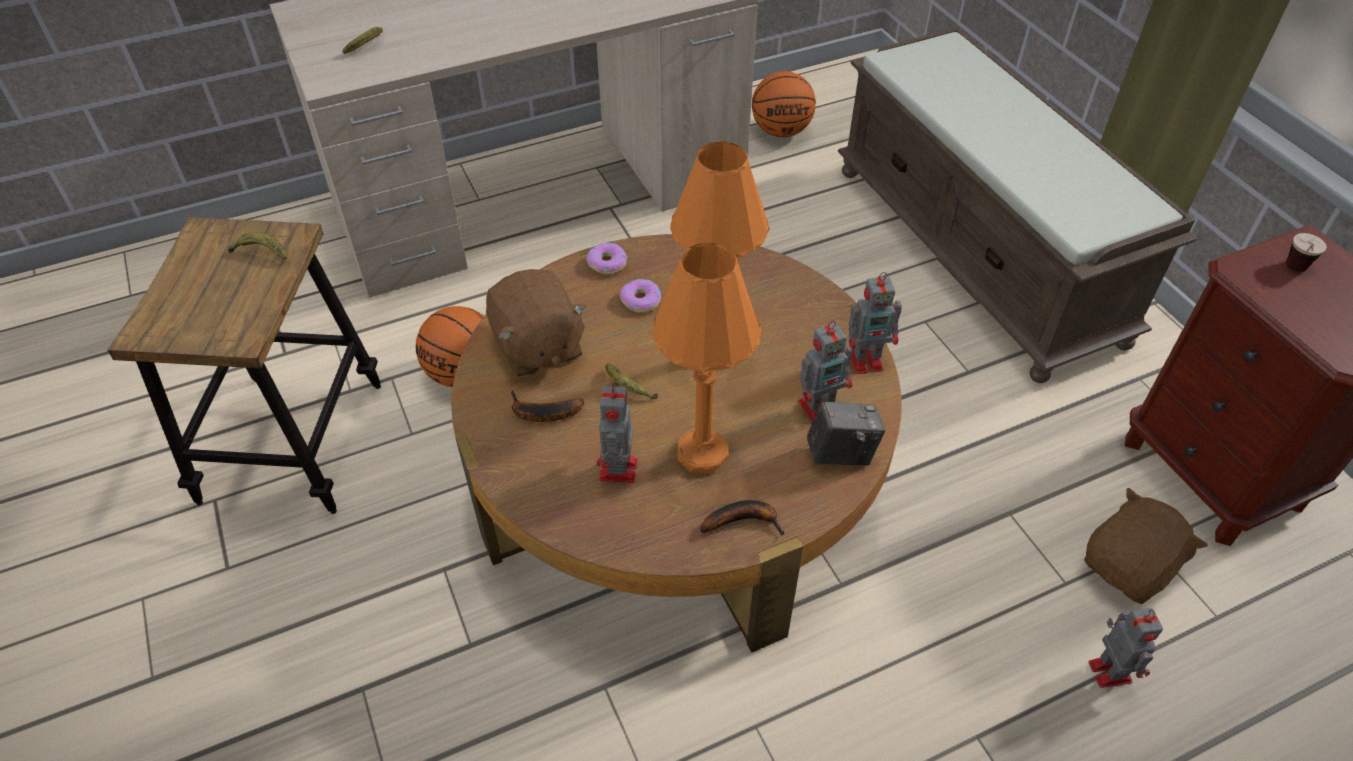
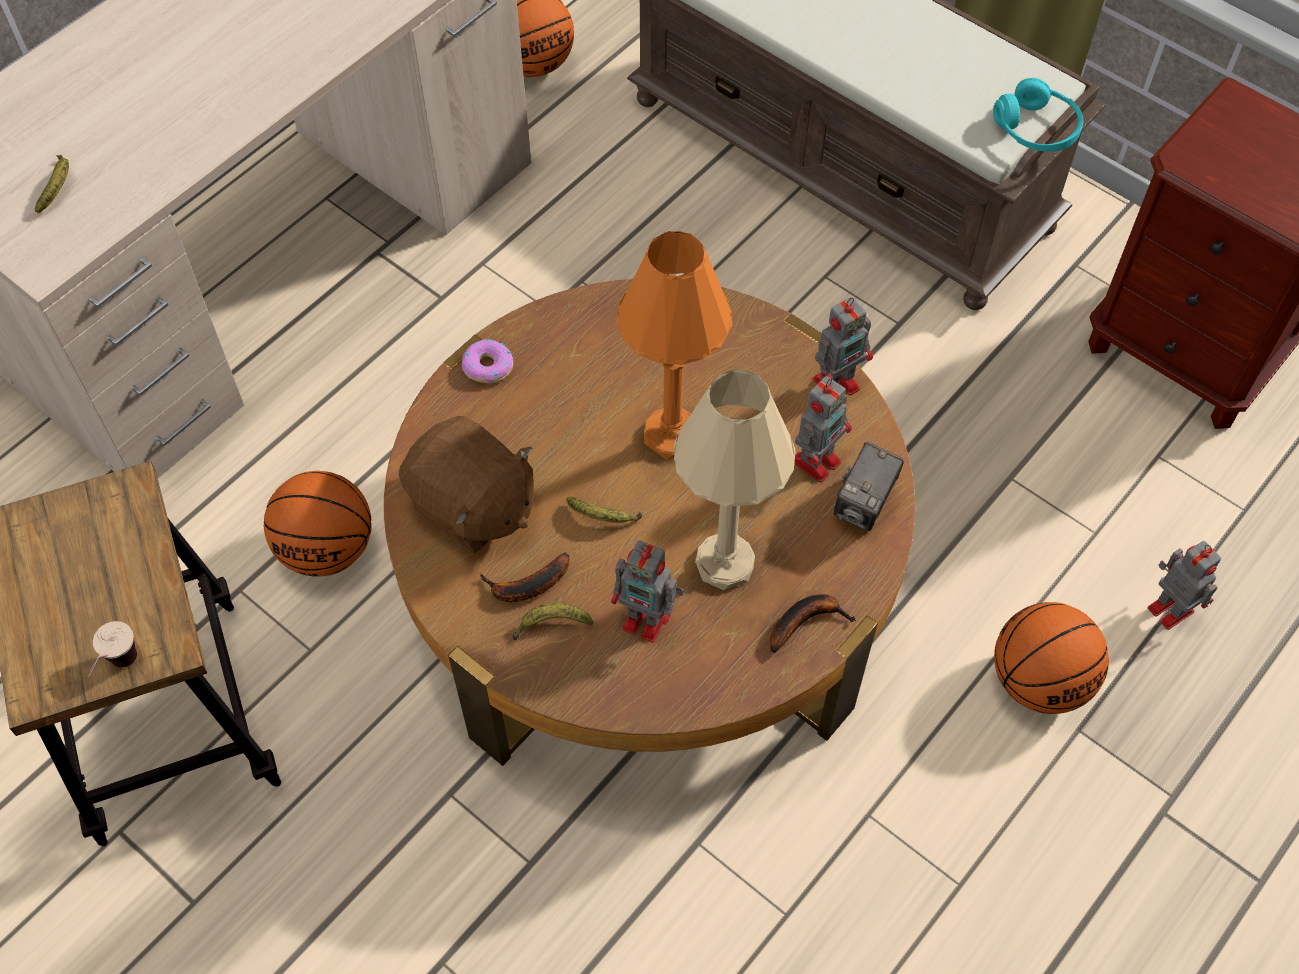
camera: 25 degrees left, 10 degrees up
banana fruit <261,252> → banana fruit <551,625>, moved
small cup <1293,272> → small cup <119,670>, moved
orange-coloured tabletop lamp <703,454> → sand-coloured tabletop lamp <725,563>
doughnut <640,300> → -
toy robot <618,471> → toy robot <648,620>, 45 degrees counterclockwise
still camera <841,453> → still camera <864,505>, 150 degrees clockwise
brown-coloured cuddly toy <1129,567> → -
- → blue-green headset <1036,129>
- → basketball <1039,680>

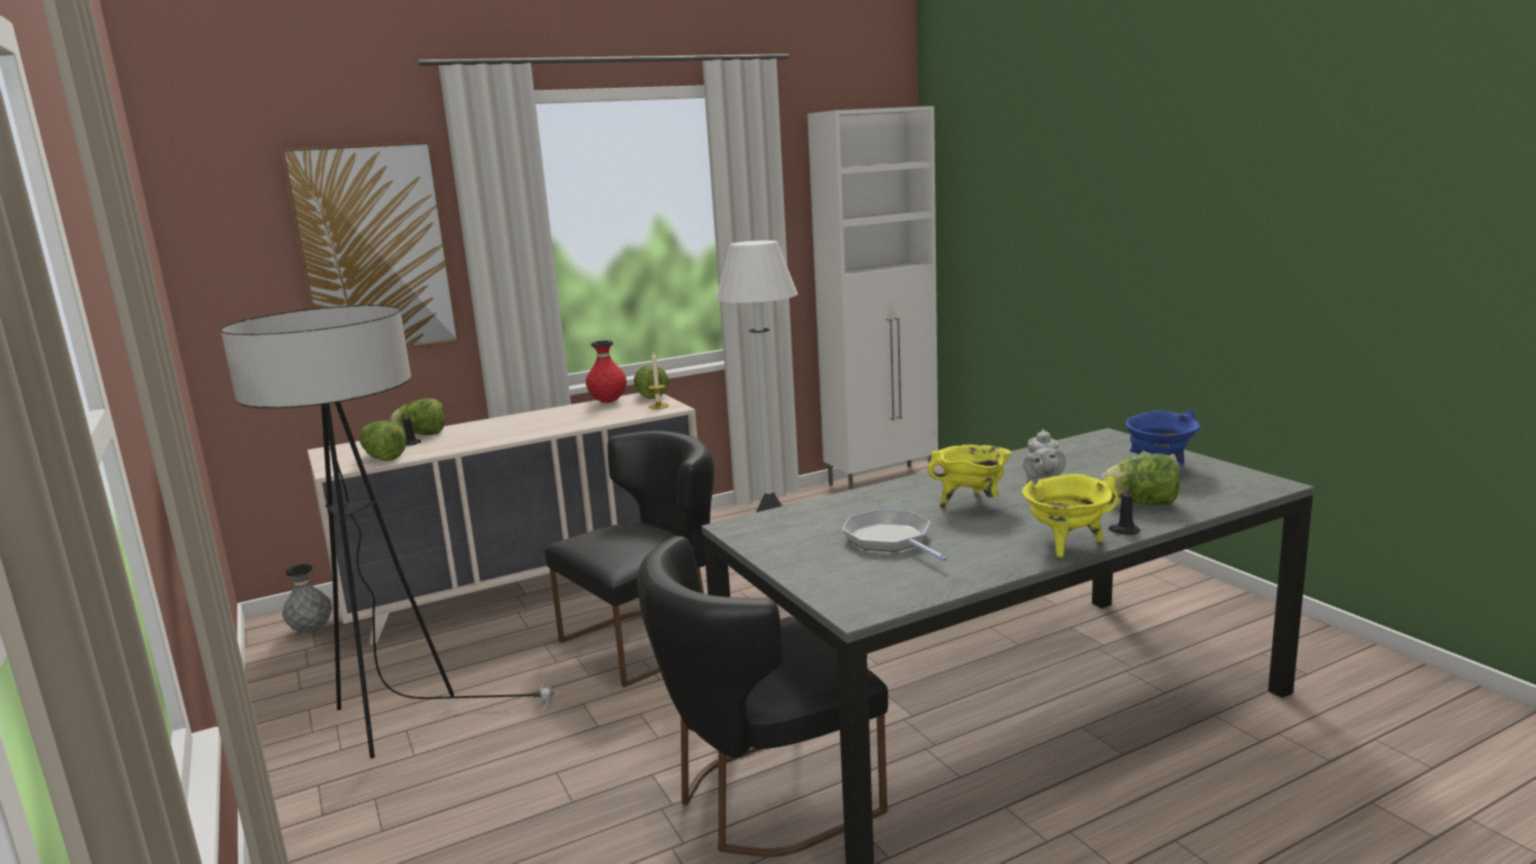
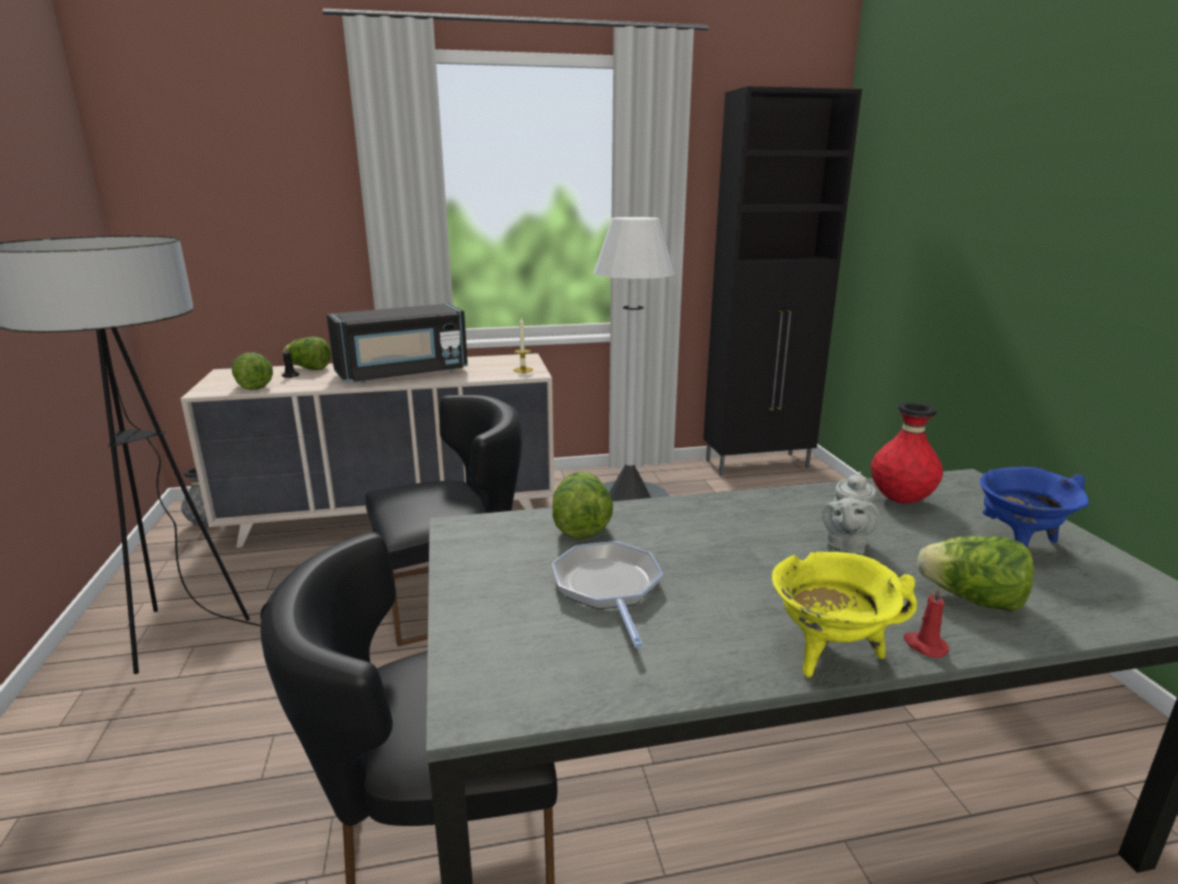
camera: 15 degrees right, 5 degrees up
whitish cupboard <883,480> → blackish cupboard <758,464>
wall picture <374,250> → -
reddish flower vase <608,402> → reddish flower vase <900,500>, moved
head of lettuce <650,396> → head of lettuce <580,526>, moved
yellow-coloured cooking pot <971,503> → -
blackish wax light <1123,531> → reddish wax light <924,646>
- → blackish kitchen microwave <403,374>

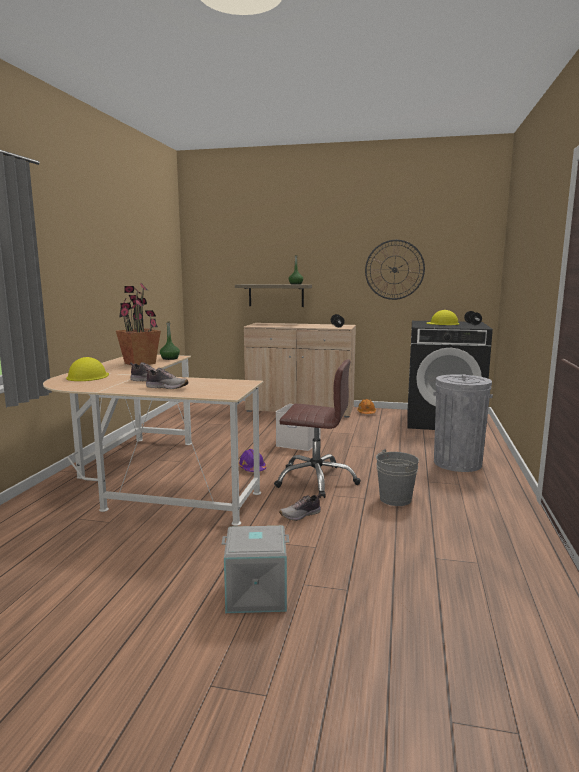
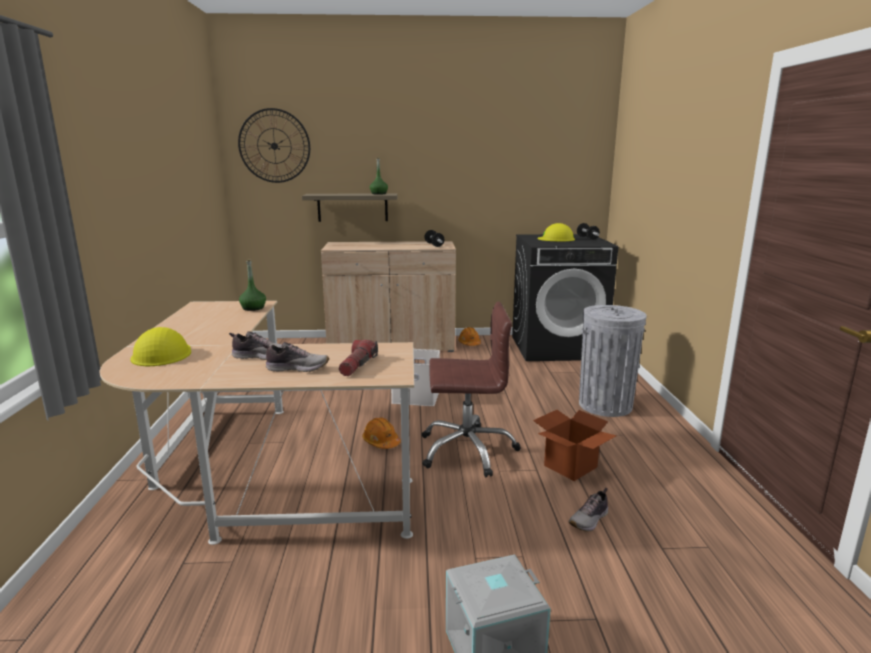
camera: 15 degrees left, 5 degrees up
hanging clock <394,270> → hanging clock <274,146>, moved
plant in a pot <139,363> → -
purple-coloured work helmet <252,468> → orange-coloured work helmet <381,442>
gray bucket <395,499> → carton <570,466>
shoe <301,515> → shoe <589,520>, moved
- → flashlight <358,365>

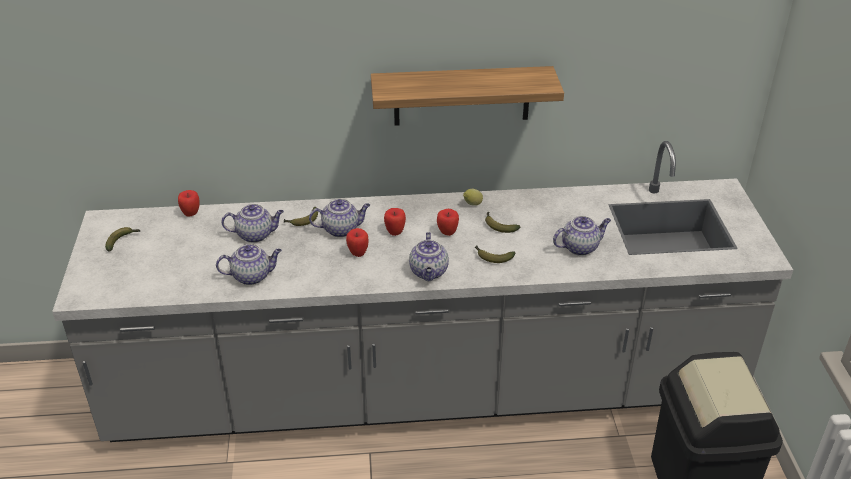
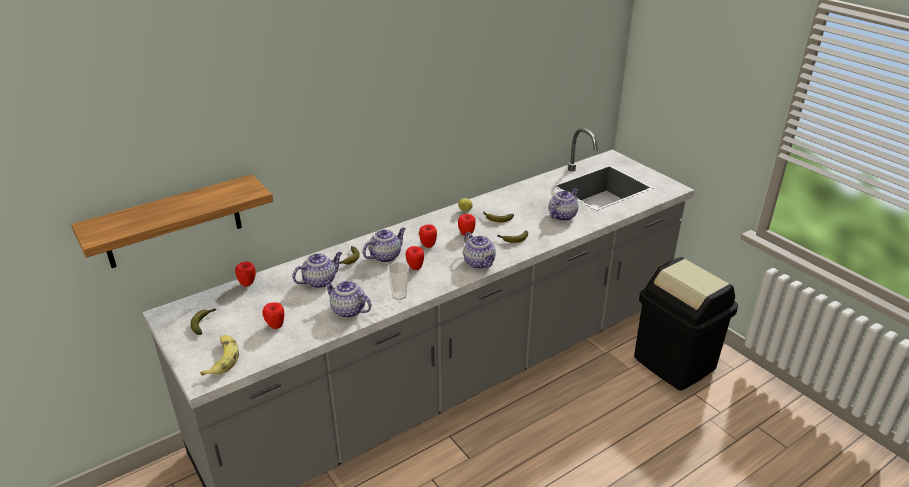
camera: 30 degrees left, 5 degrees down
bracket shelf <461,96> → bracket shelf <173,222>, moved
tea pot <252,276> → tea pot <347,310>, 105 degrees counterclockwise
- → small cup <399,295>
- → whole apple <275,326>
- → banana fruit <222,359>

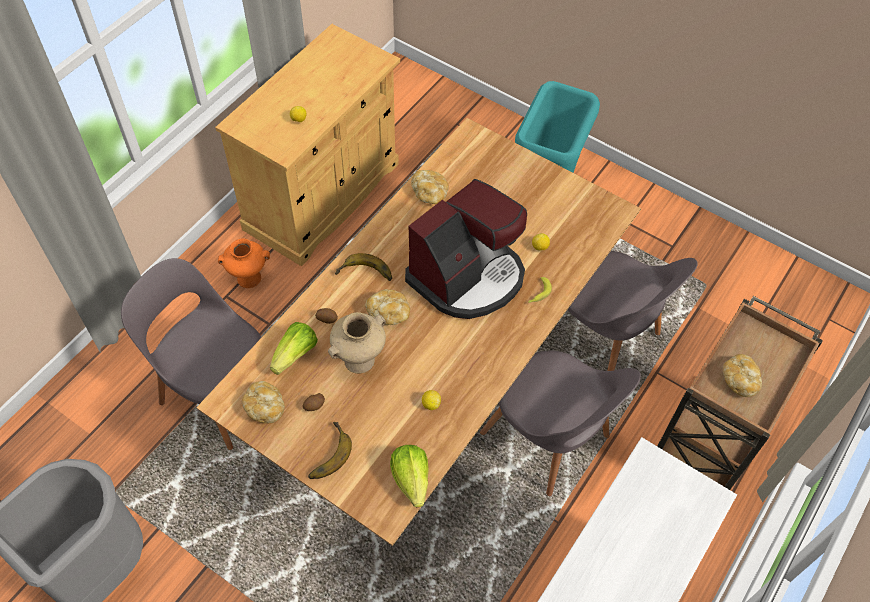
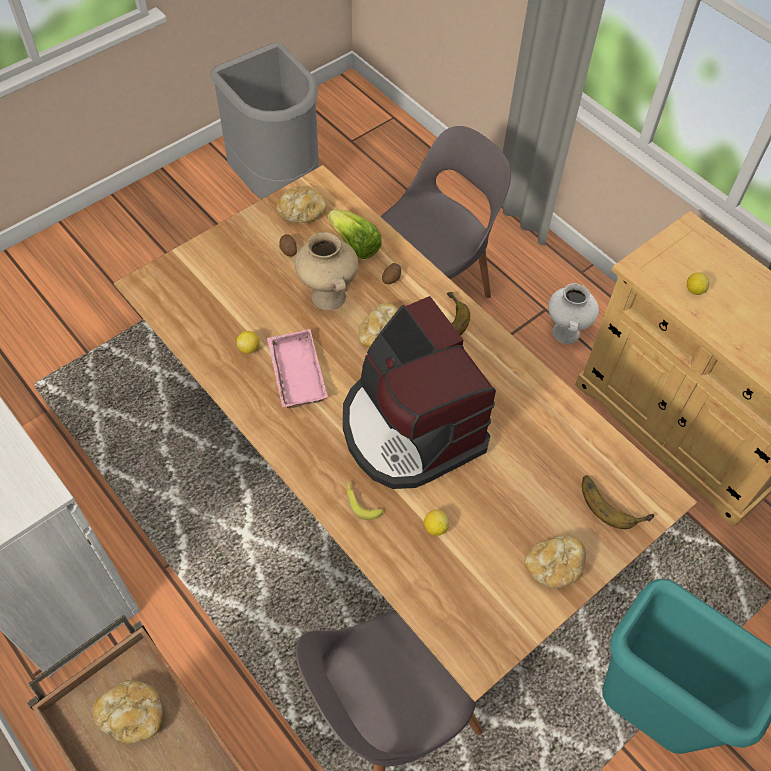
camera: 105 degrees right, 0 degrees up
bakery bread <430,193> → bakery bread <553,567>, moved
orange-coloured flower vase <248,279> → whitish flower vase <565,332>
gray plain chair <548,439> → -
banana fruit <326,453> → banana fruit <613,501>, moved
head of lettuce <411,479> → -
- → pink tray <294,373>

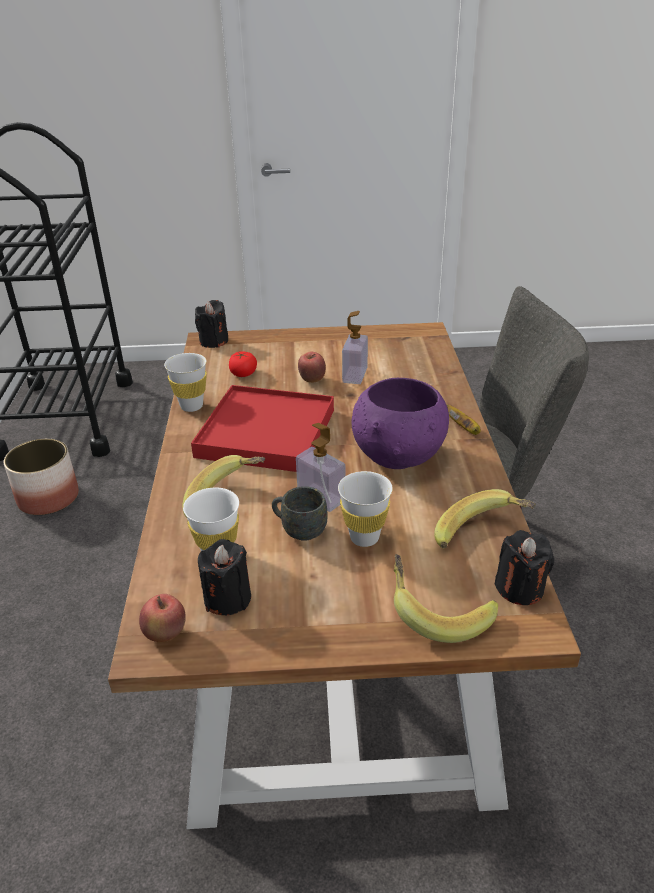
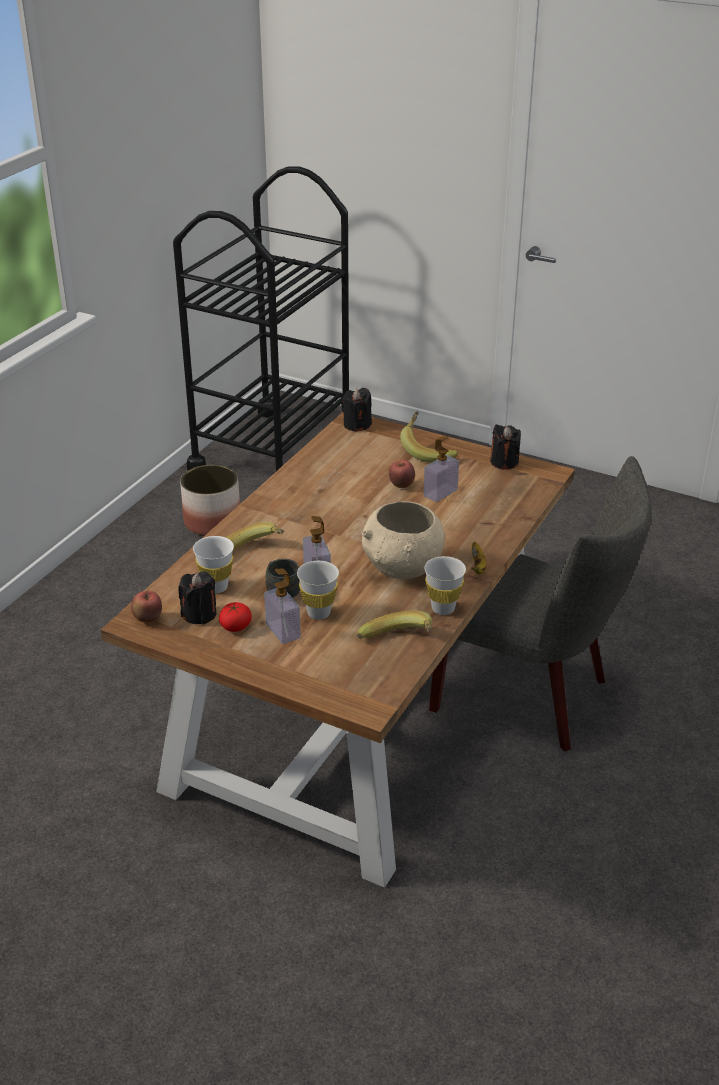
camera: 30 degrees right, 0 degrees up
whole tomato <243,373> → whole tomato <235,626>, moved
whitish small cup <191,406> → whitish small cup <443,608>, moved
purple-coloured deep dish <399,457> → sand-coloured deep dish <402,569>
reddish tray <267,433> → -
blackish wax light <520,588> → blackish wax light <504,462>, moved
banana fruit <438,612> → banana fruit <428,450>, moved
- → soap bottle <283,631>

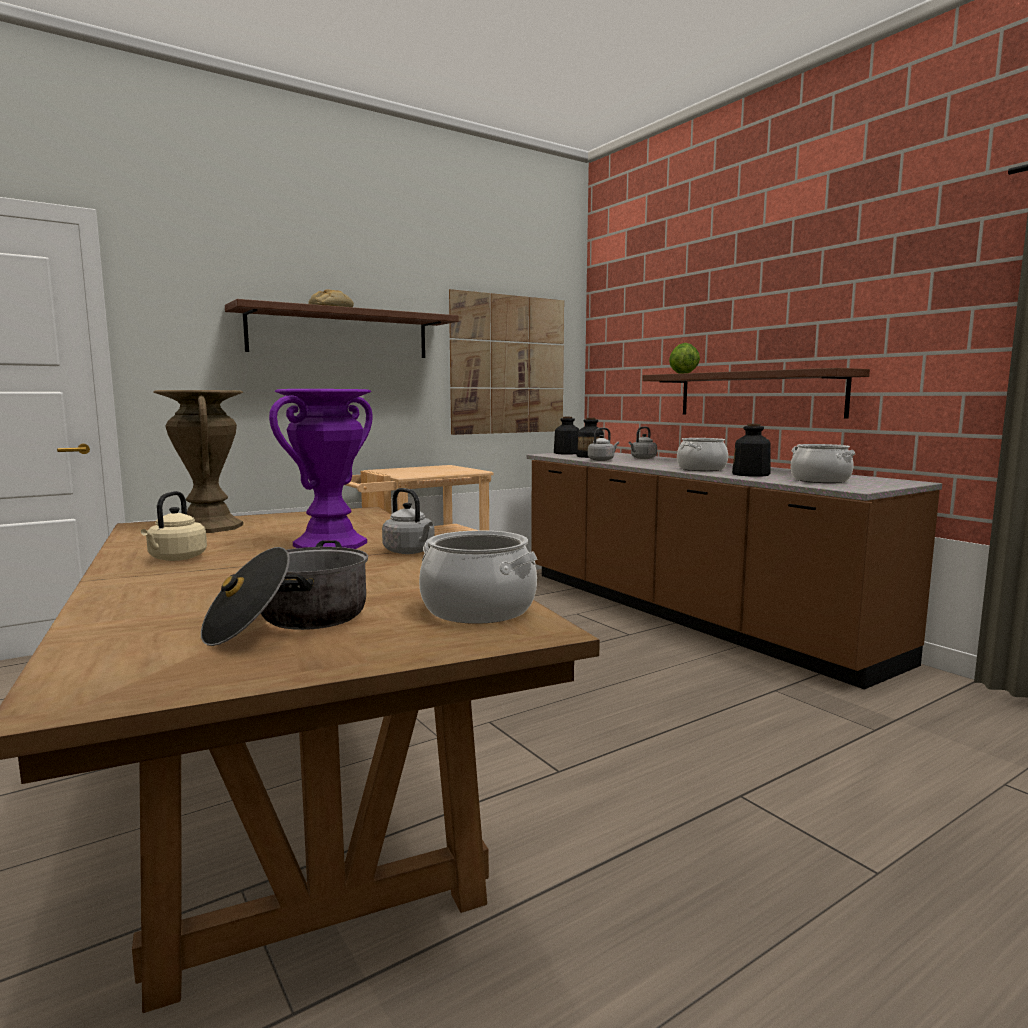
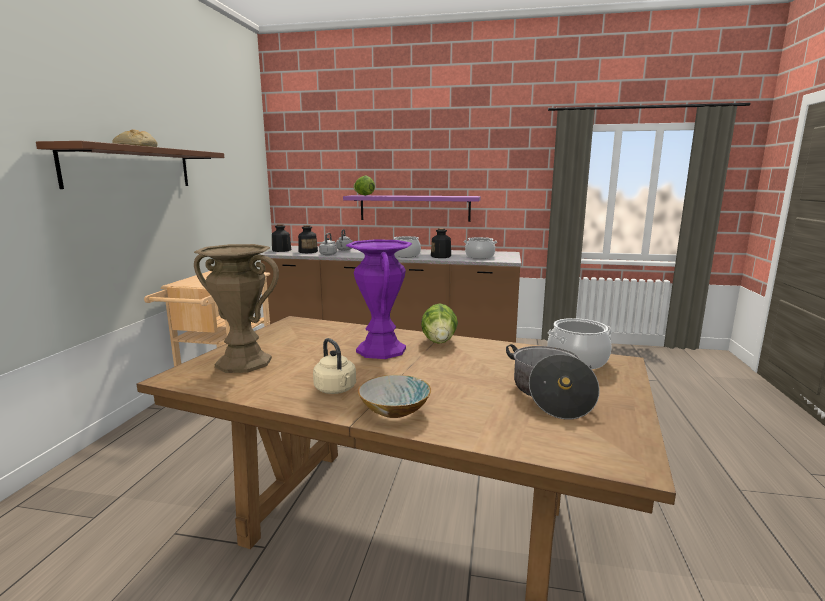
camera: 45 degrees left, 5 degrees up
wall picture <508,365> → -
brown-coloured bracket shelf <758,394> → purple-coloured bracket shelf <414,208>
gray tea kettle <411,552> → head of lettuce <439,341>
- → deep dish <395,410>

